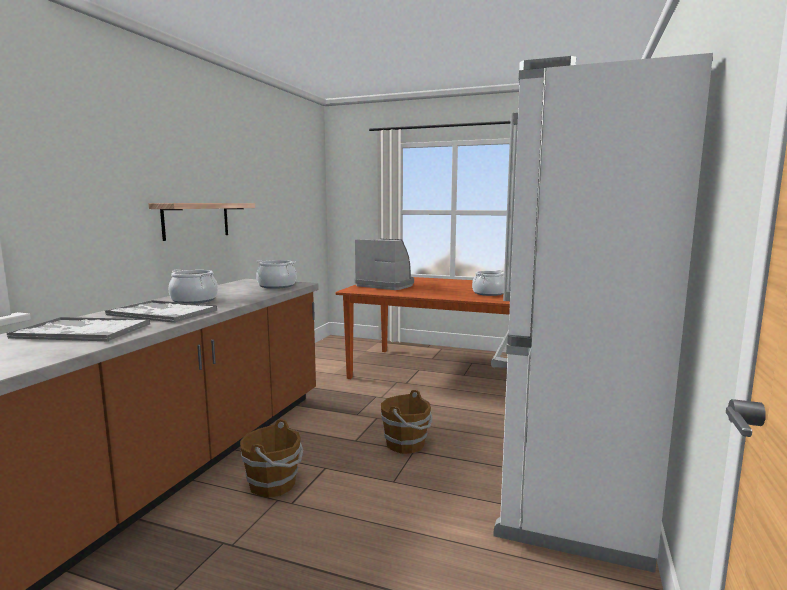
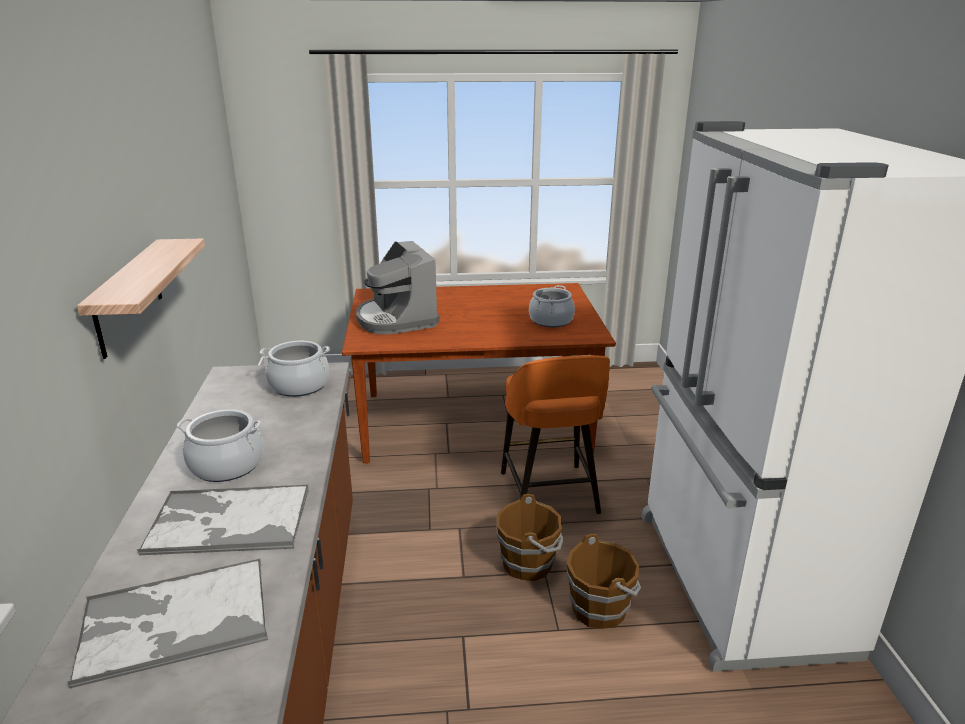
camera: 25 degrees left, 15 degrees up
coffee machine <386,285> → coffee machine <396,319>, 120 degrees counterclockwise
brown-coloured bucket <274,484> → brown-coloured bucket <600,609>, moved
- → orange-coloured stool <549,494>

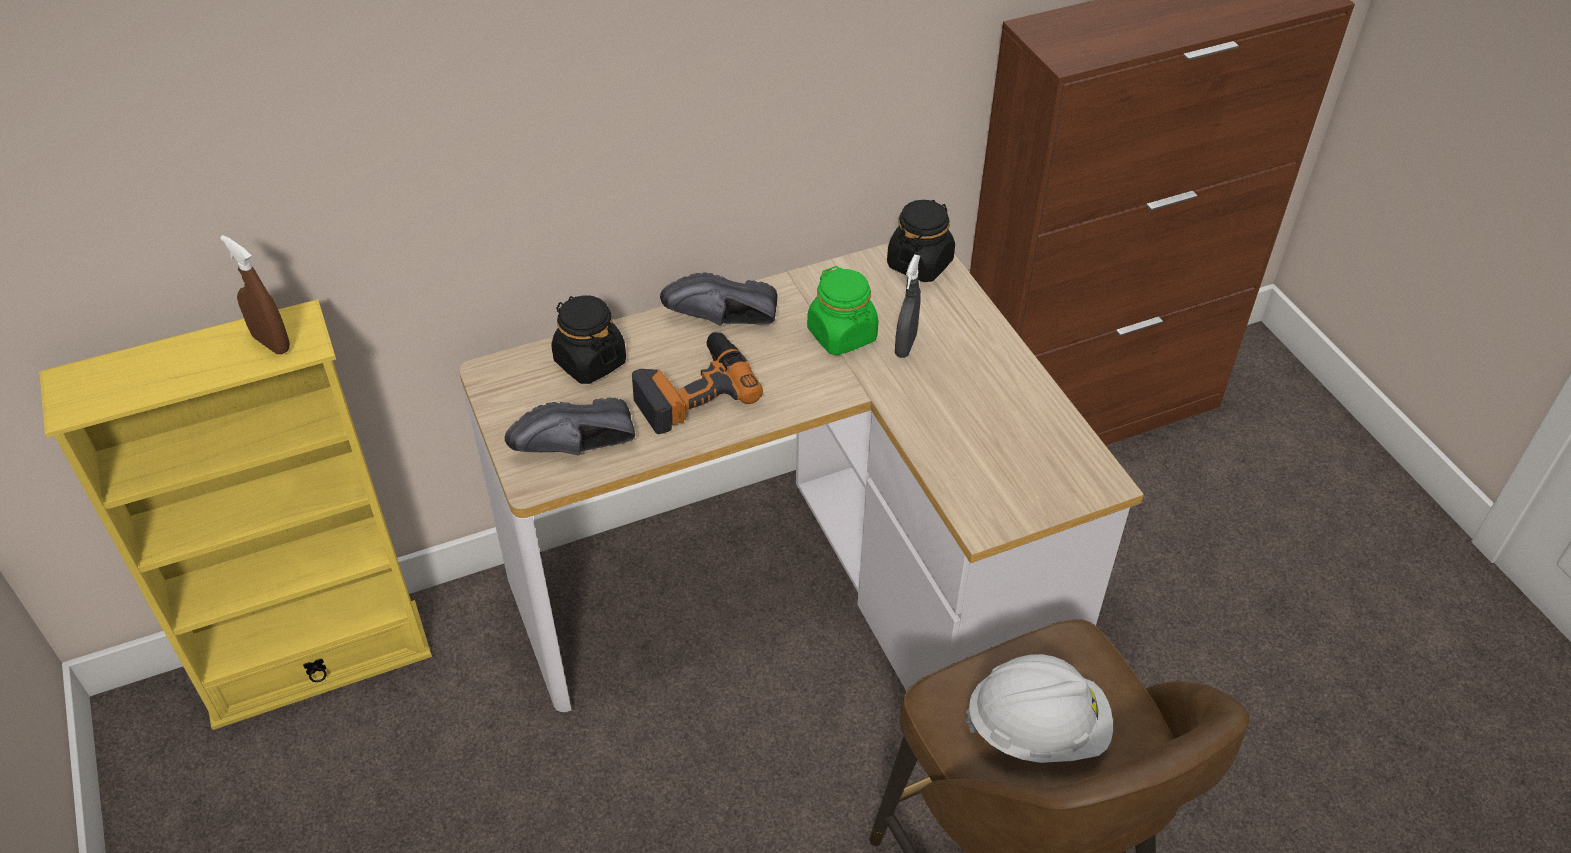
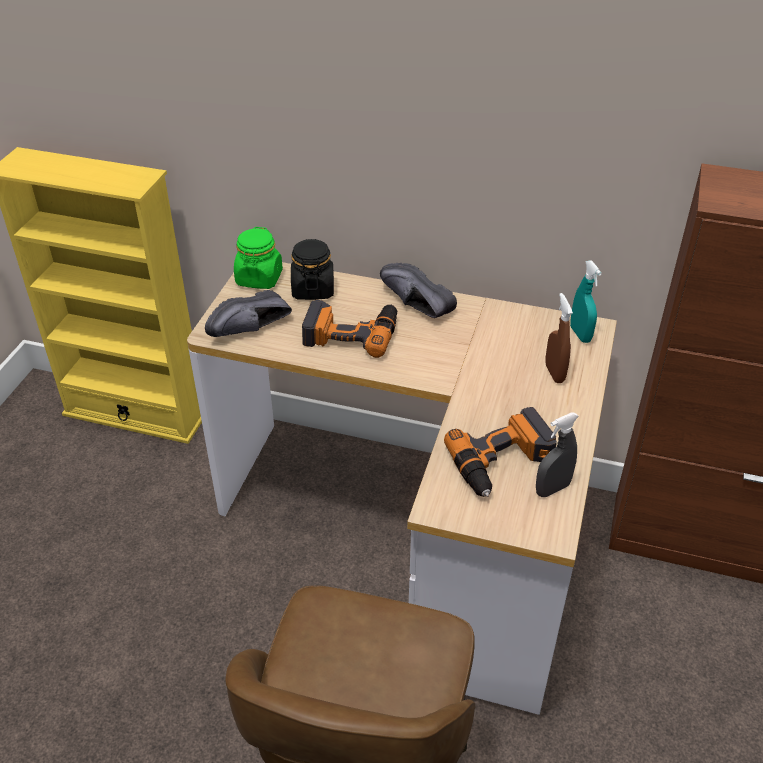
camera: 40 degrees right, 5 degrees down
blackish storage jar <920,263> → blue-green hand sprayer <580,334>
brown-coloured hand sprayer <271,343> → brown-coloured hand sprayer <554,373>, moved
gray hand sprayer <905,345> → gray hand sprayer <552,489>, moved
green-coloured storage jar <842,335> → green-coloured storage jar <259,278>, moved
blackish shoe <577,449> → blackish shoe <252,329>, 60 degrees counterclockwise
whitish work helmet <1037,729> → -
- → electric drill <503,462>

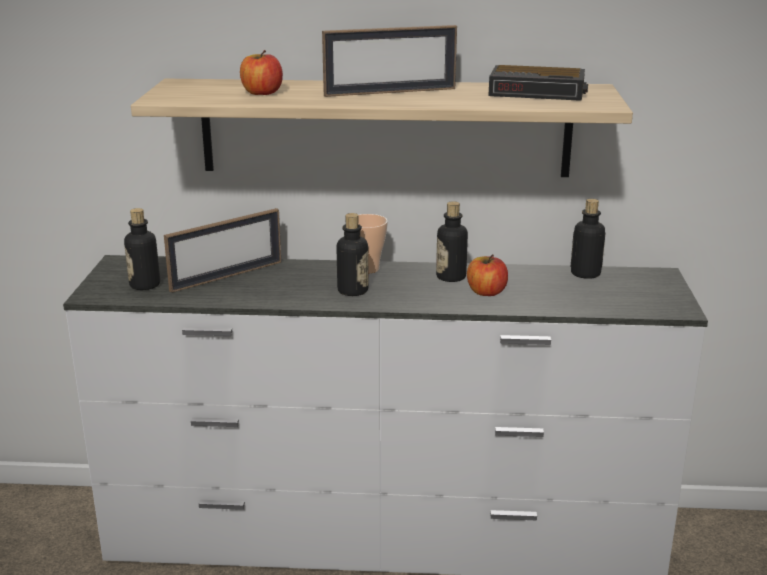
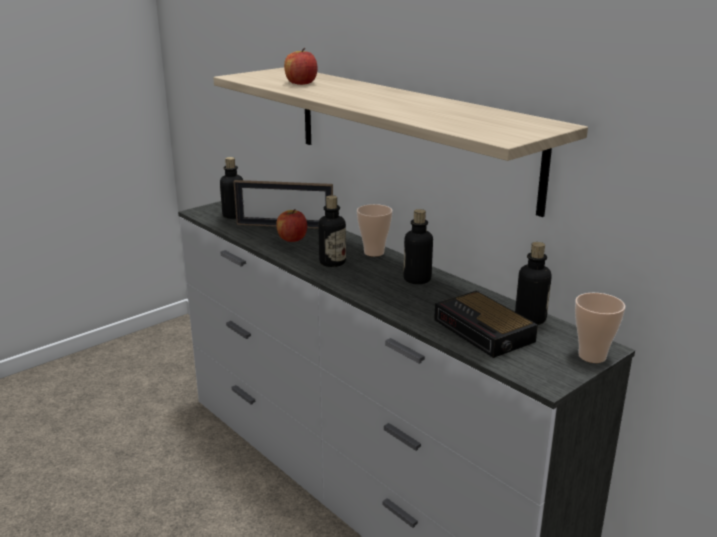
camera: 45 degrees right, 0 degrees up
photo frame <390,92> → -
bedside clock <539,92> → bedside clock <485,331>, moved
whole apple <486,292> → whole apple <292,239>, moved
- → small cup <592,356>

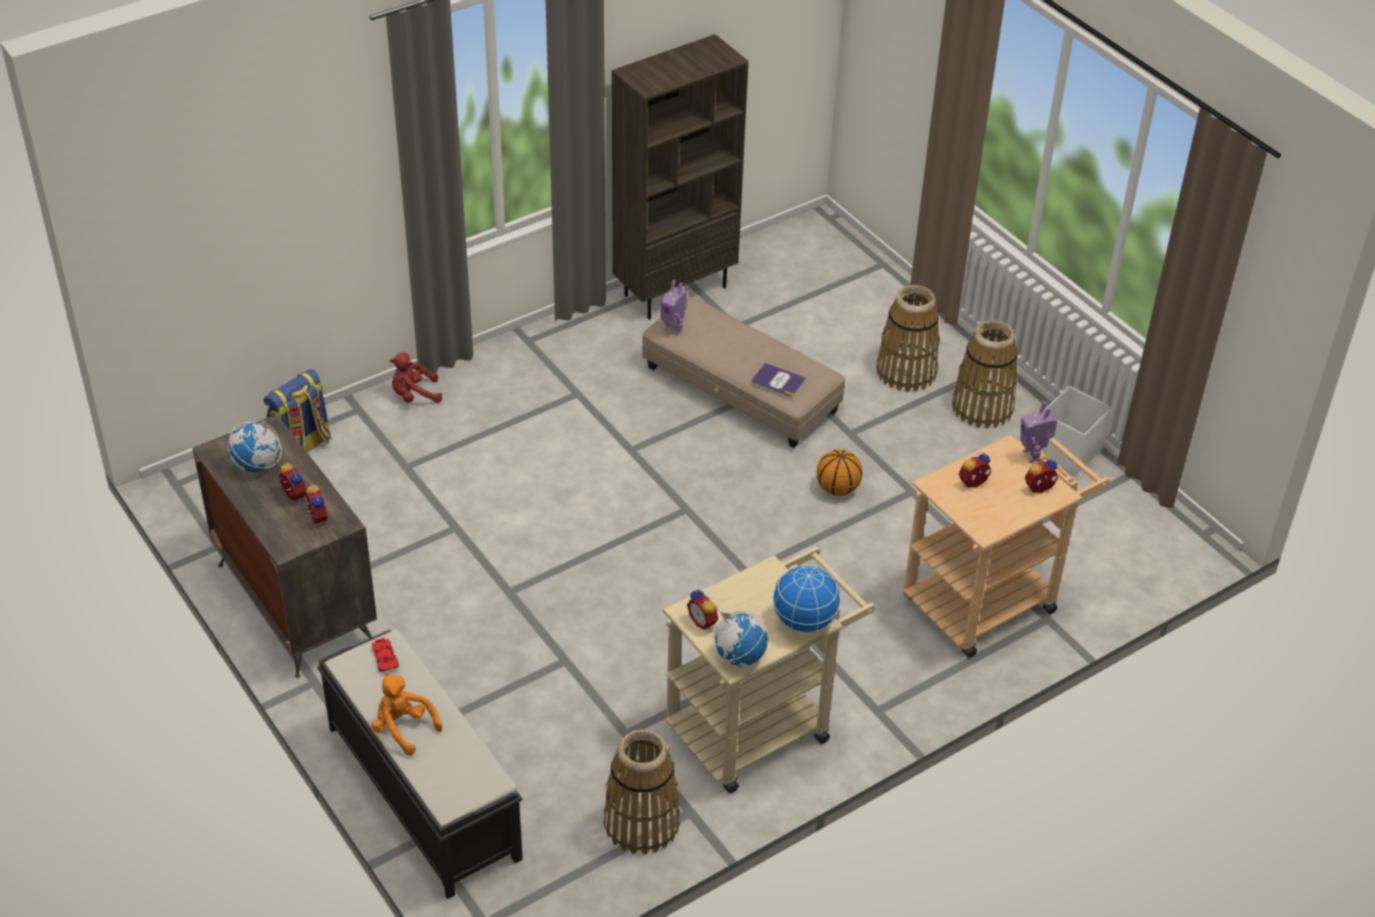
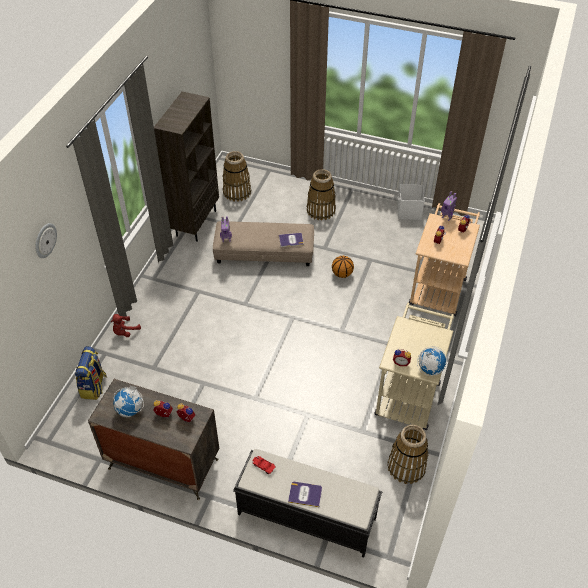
camera: 35 degrees left, 5 degrees up
basket <982,407> → basket <237,192>, moved
world globe <804,622> → -
orange-coloured cuddly toy <403,728> → book <305,494>
- → hanging clock <45,240>

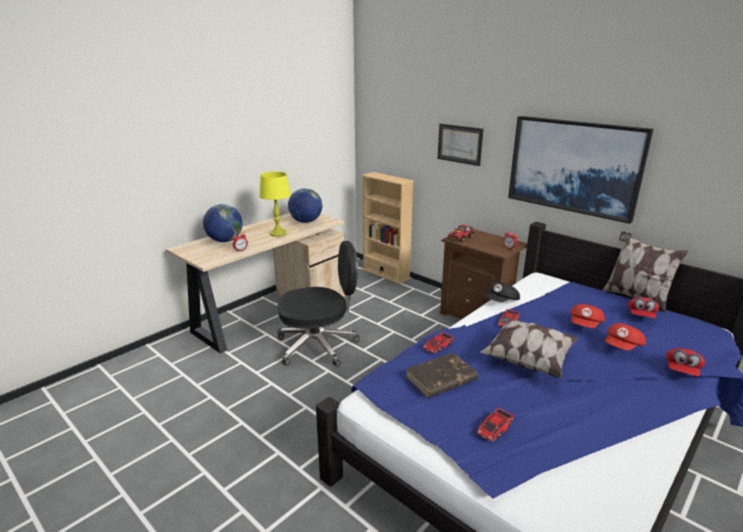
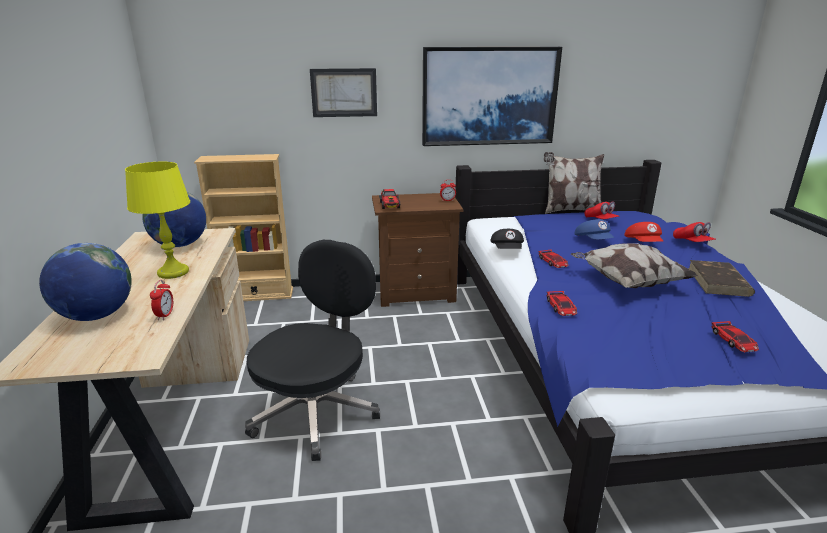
camera: 50 degrees left, 0 degrees up
reddish cap <585,325> → bluish cap <593,241>
brown-coloured book <440,378> → brown-coloured book <719,282>, moved

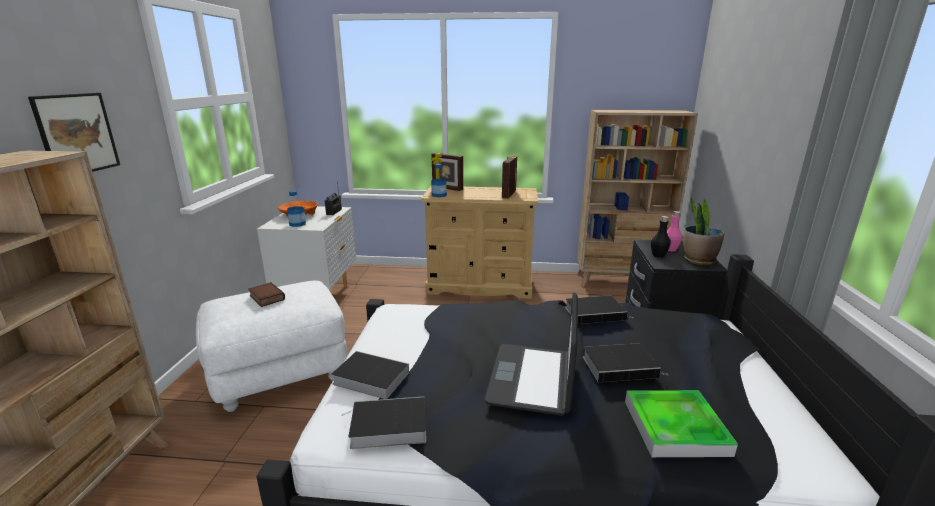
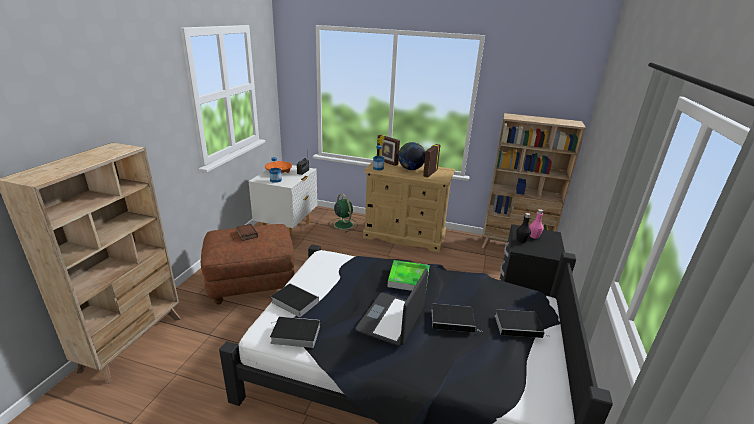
camera: 10 degrees right, 5 degrees up
wall picture <77,134> → -
plant in a pot <698,260> → -
whitish footrest <281,373> → brown-coloured footrest <252,283>
book <596,313> → book <519,326>, moved
tray <675,427> → tray <408,278>, moved
- → world globe <410,169>
- → green-coloured fan <343,224>

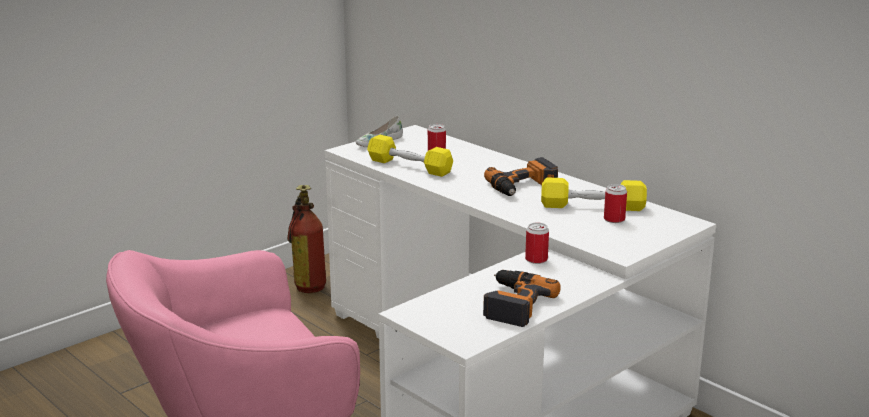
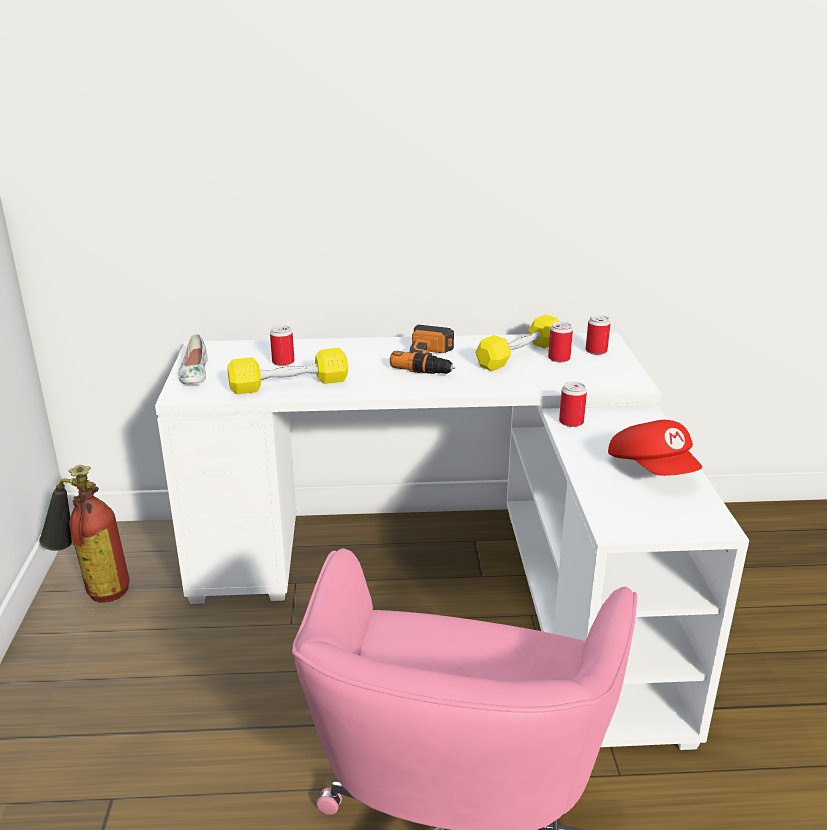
camera: 50 degrees left, 5 degrees up
electric drill <513,304> → reddish cap <653,469>
- → metal can <596,351>

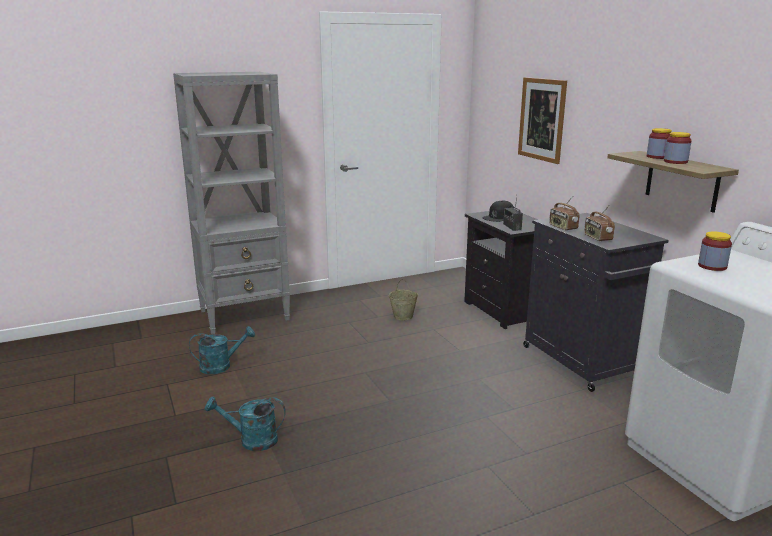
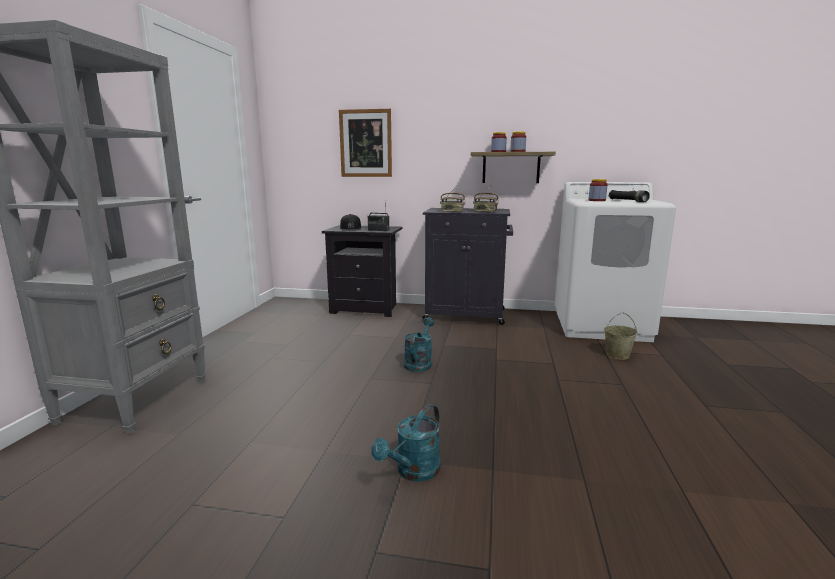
camera: 55 degrees left, 5 degrees down
sand-coloured bucket <403,316> → sand-coloured bucket <617,355>, moved
blue-green watering can <221,366> → blue-green watering can <419,363>, moved
- → blackish flashlight <627,201>

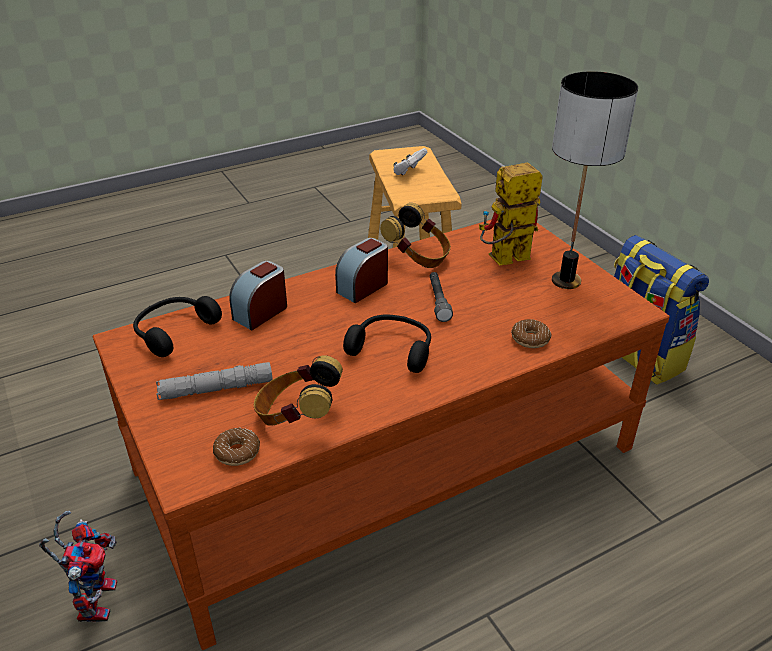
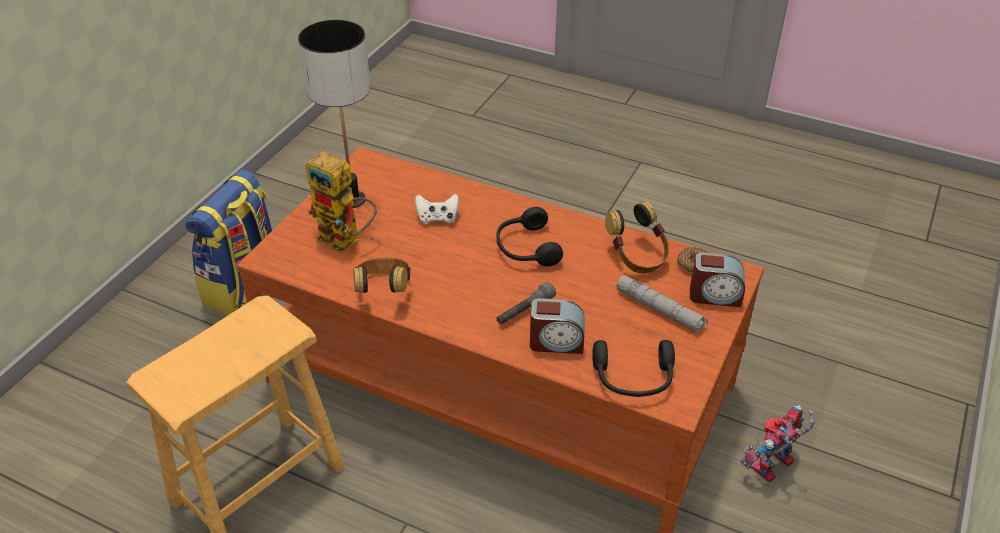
camera: 125 degrees left, 5 degrees up
whitish joypad <409,172> → whitish joypad <437,218>, moved
bedside clock <363,287> → bedside clock <715,295>, moved
gray flashlight <438,301> → gray flashlight <525,310>, moved
doughnut <530,339> → -

